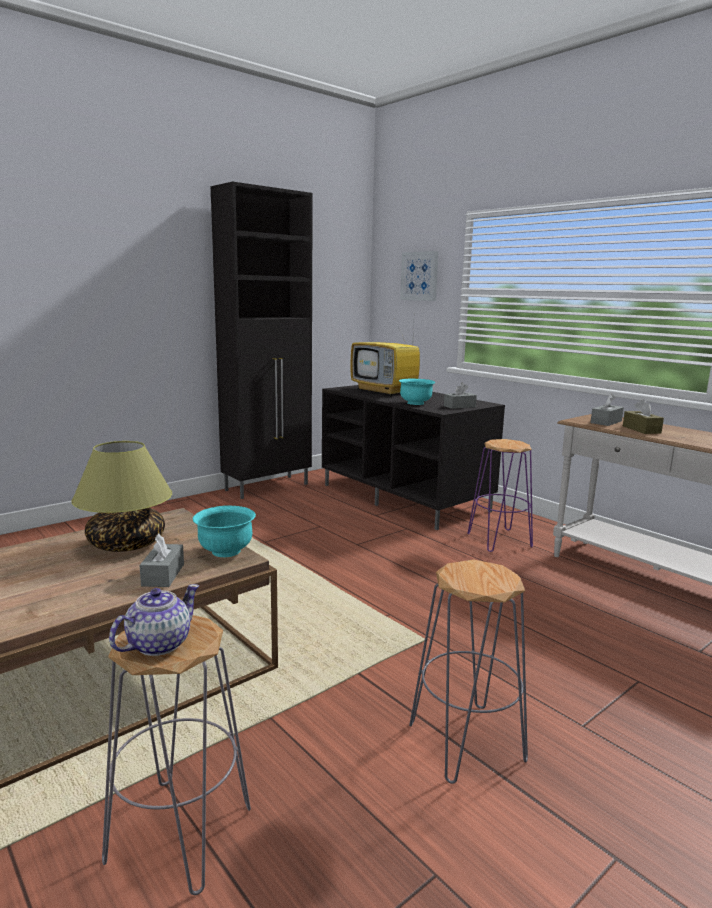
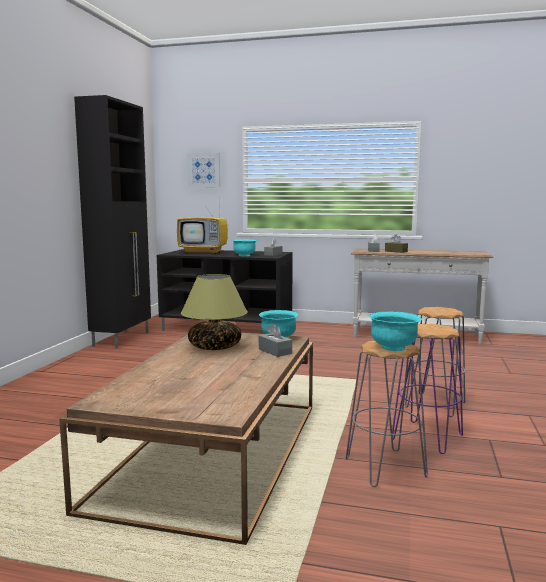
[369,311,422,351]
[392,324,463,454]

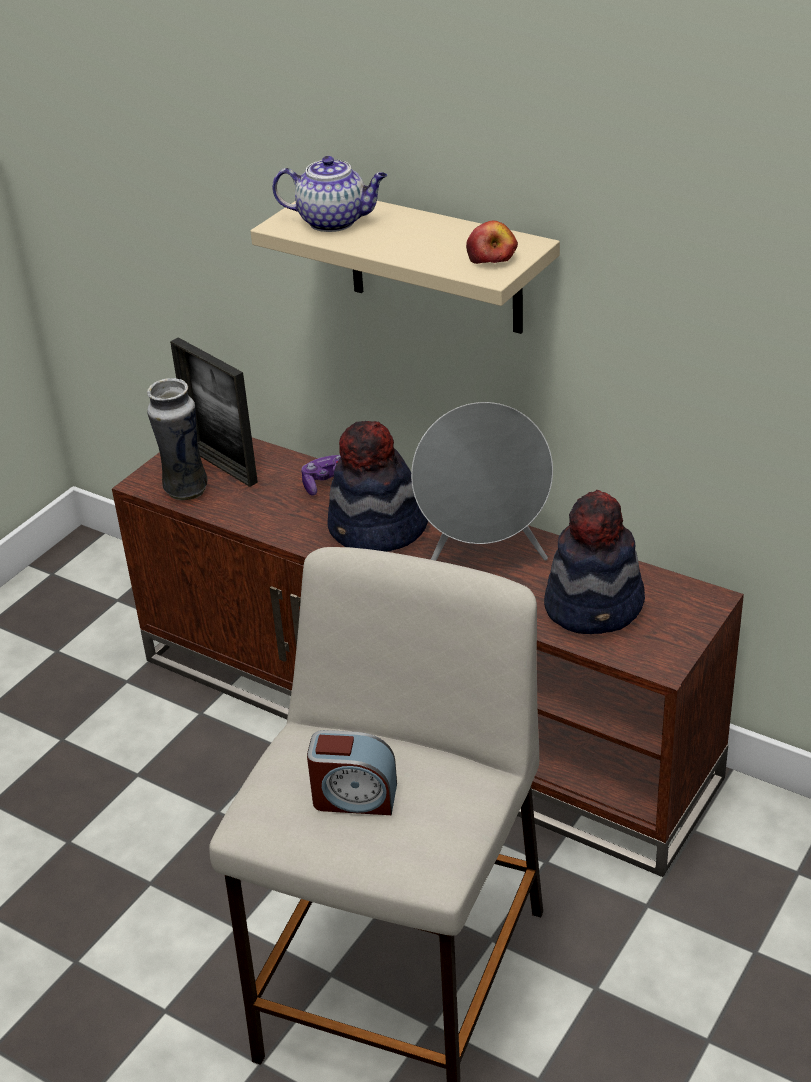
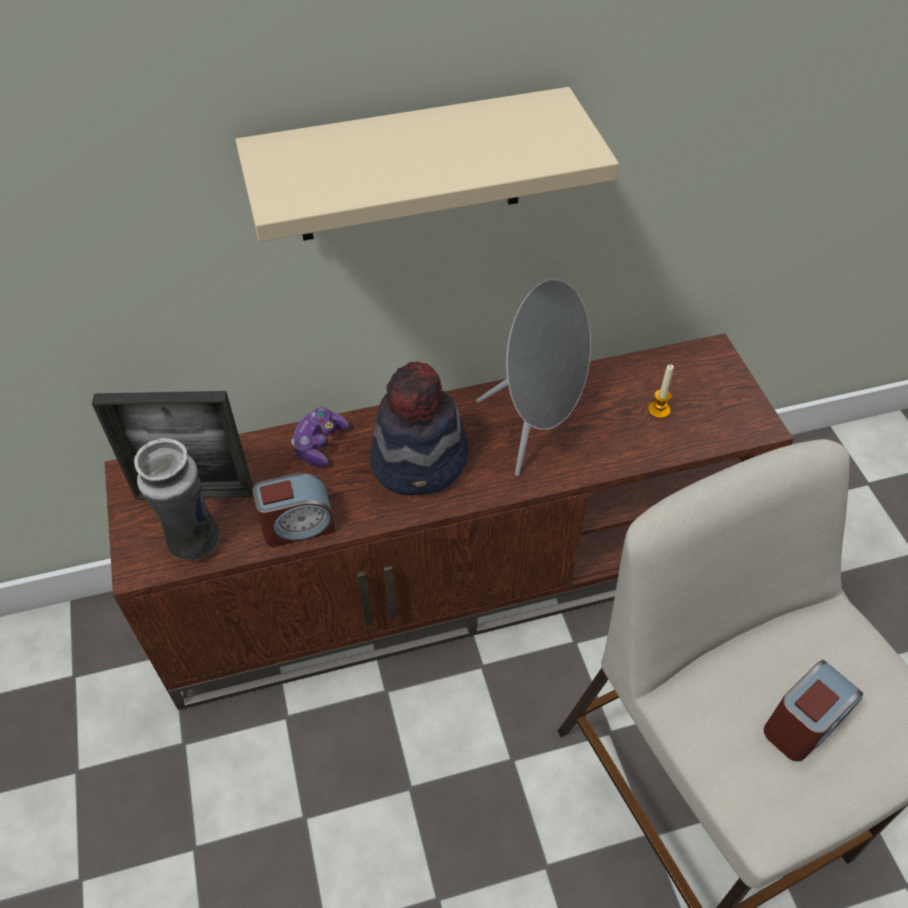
[252,473,336,547]
[648,364,674,419]
[272,156,387,232] (first image)
[466,221,518,264] (first image)

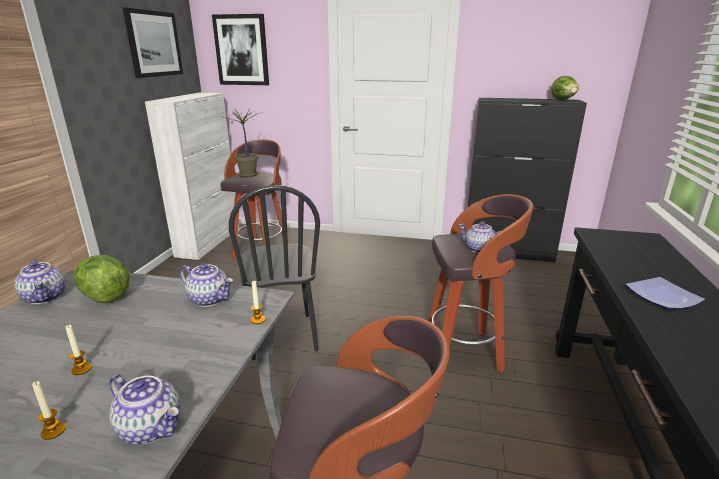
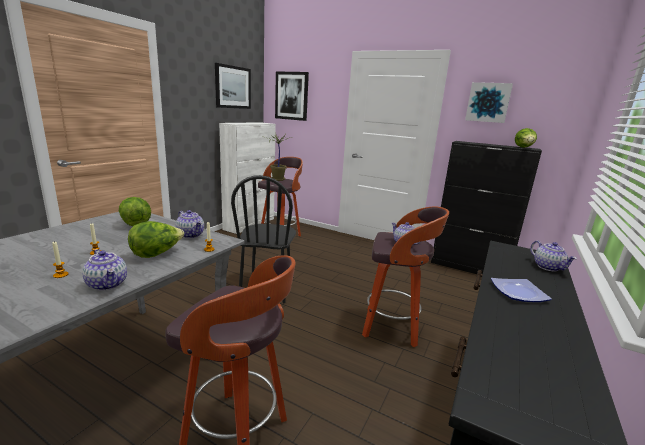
[128,221,184,258]
[465,82,513,123]
[530,240,577,271]

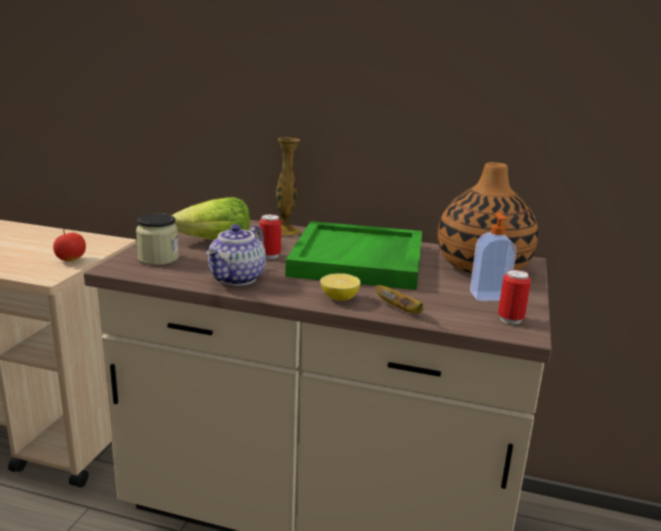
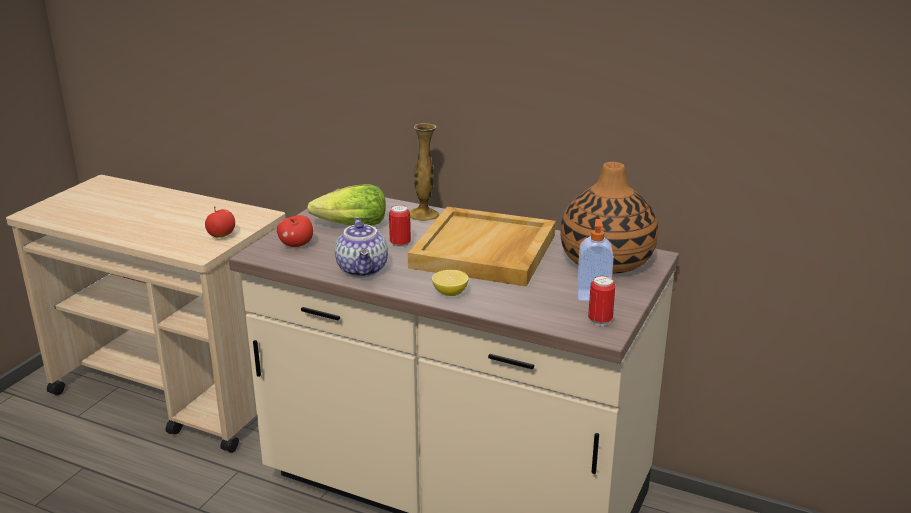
[277,215,313,247]
[335,217,388,277]
[408,207,556,287]
[374,285,424,314] (first image)

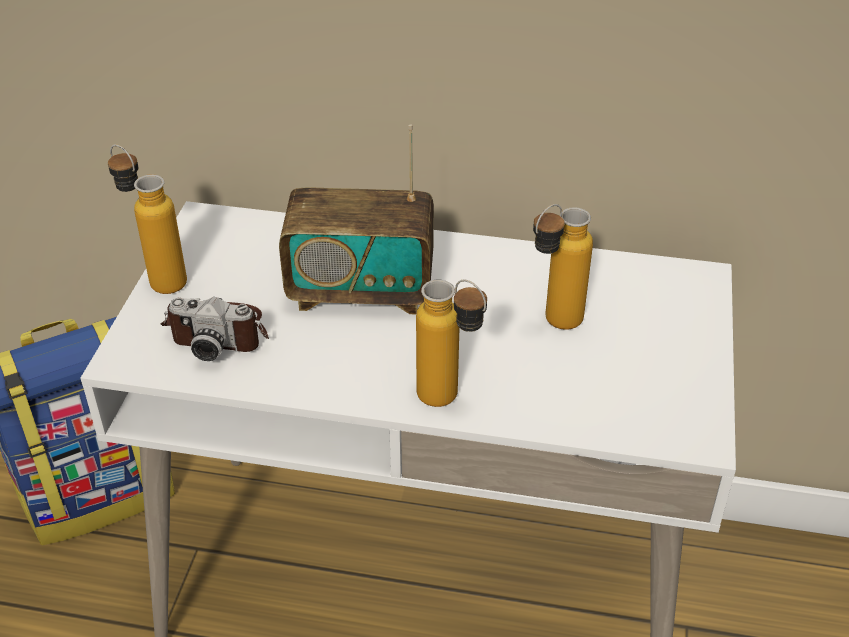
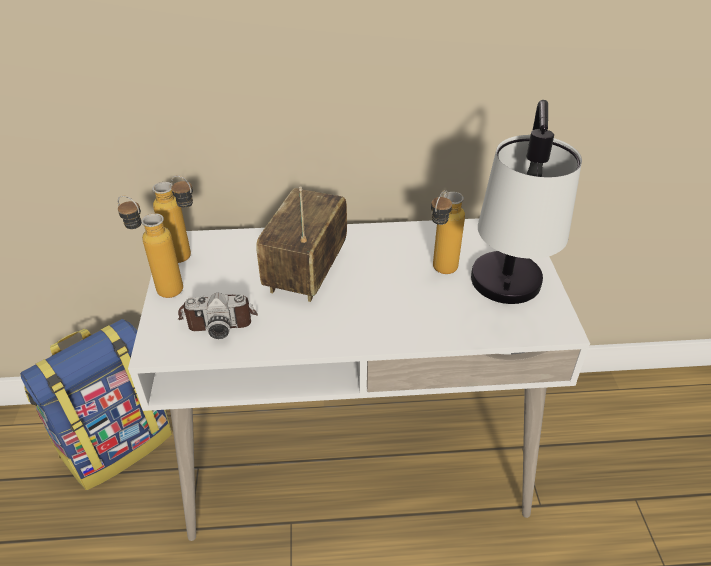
[152,175,193,263]
[256,187,347,302]
[471,100,582,304]

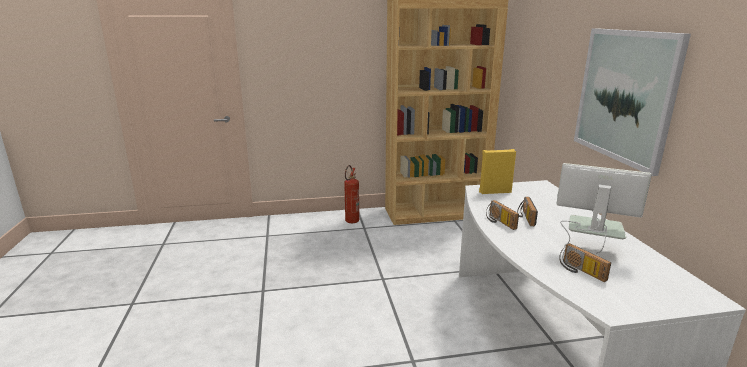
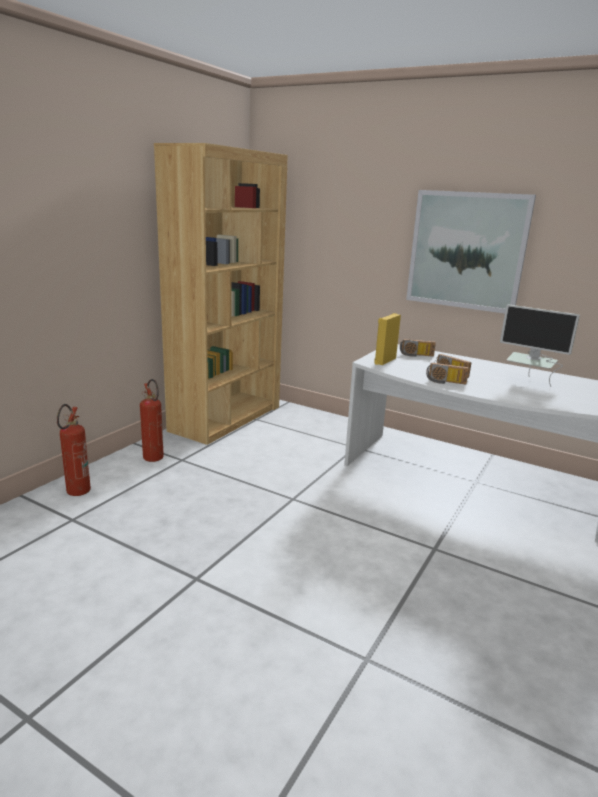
[57,404,91,496]
[400,339,436,357]
[500,304,580,387]

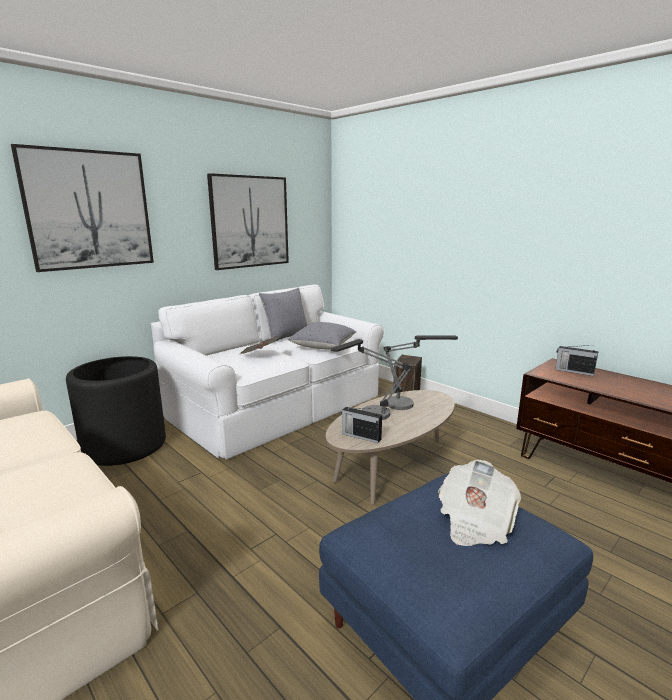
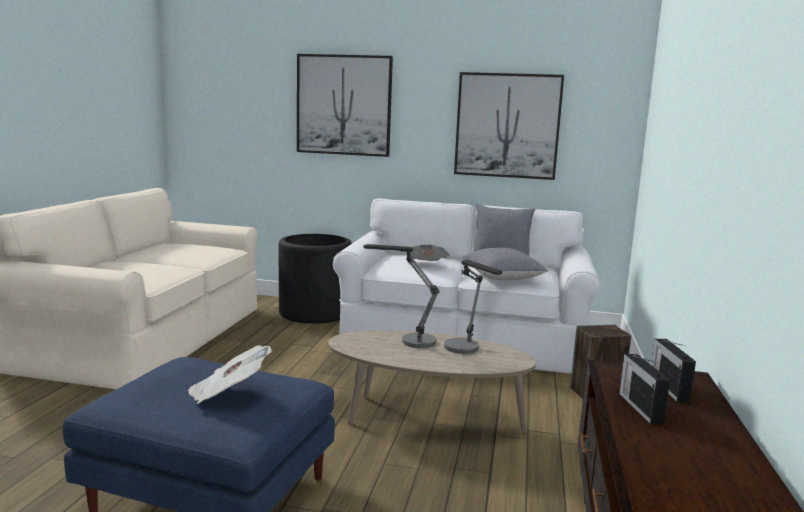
[619,354,670,424]

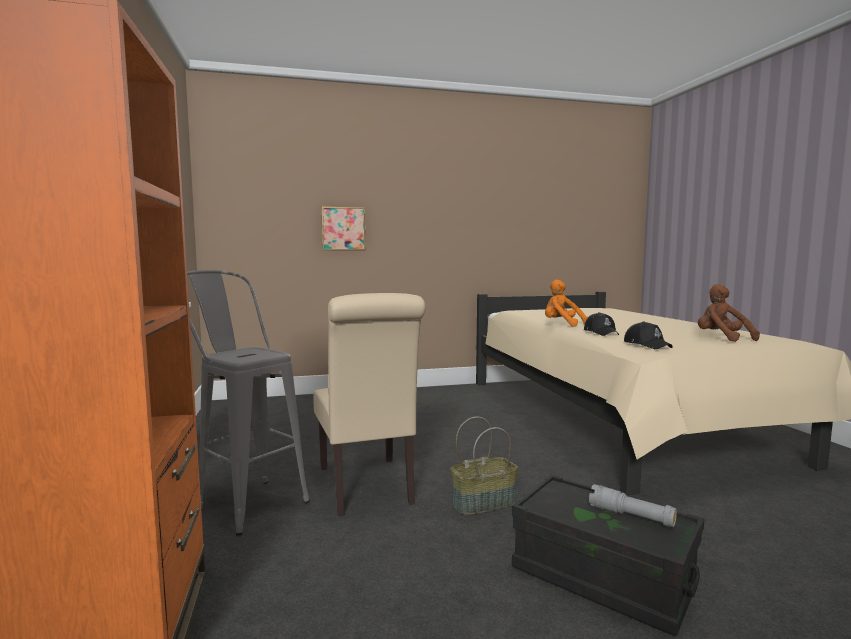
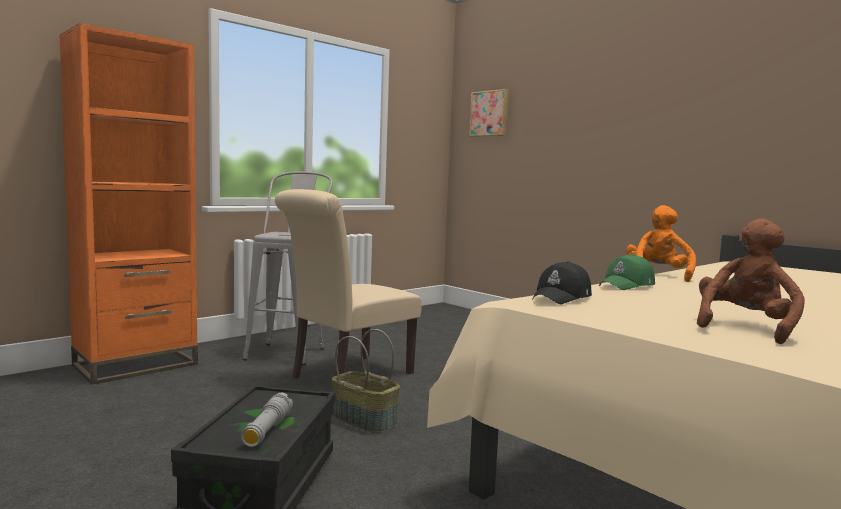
[469,89,509,137]
[599,254,655,290]

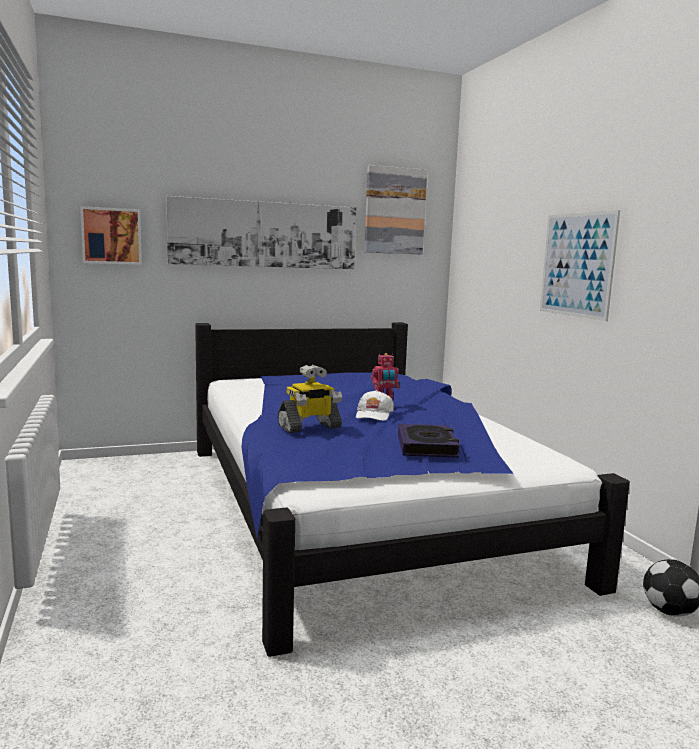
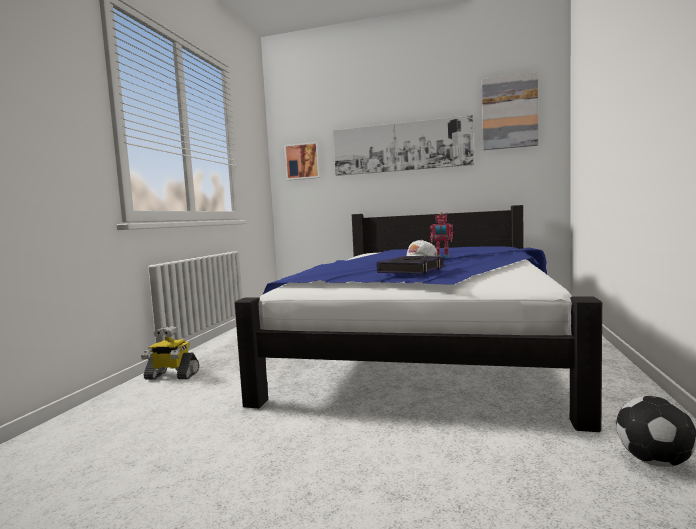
[141,326,199,379]
[540,210,620,321] (first image)

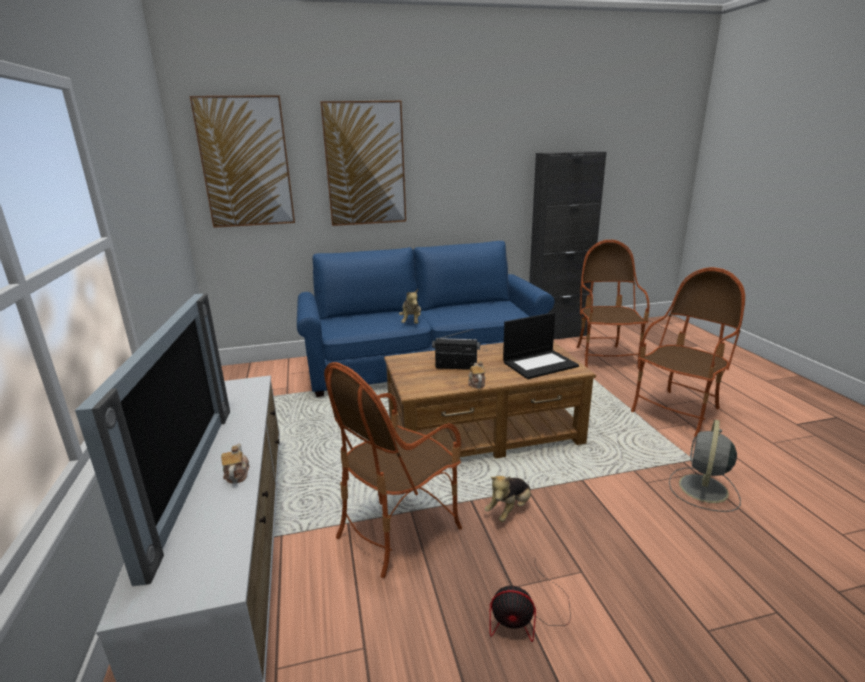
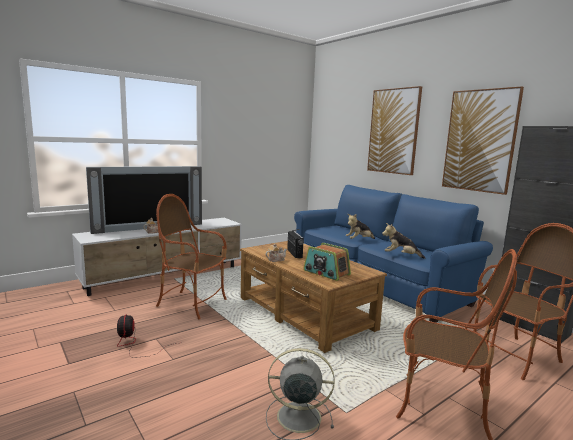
[303,243,351,281]
[382,223,426,259]
[442,86,524,195]

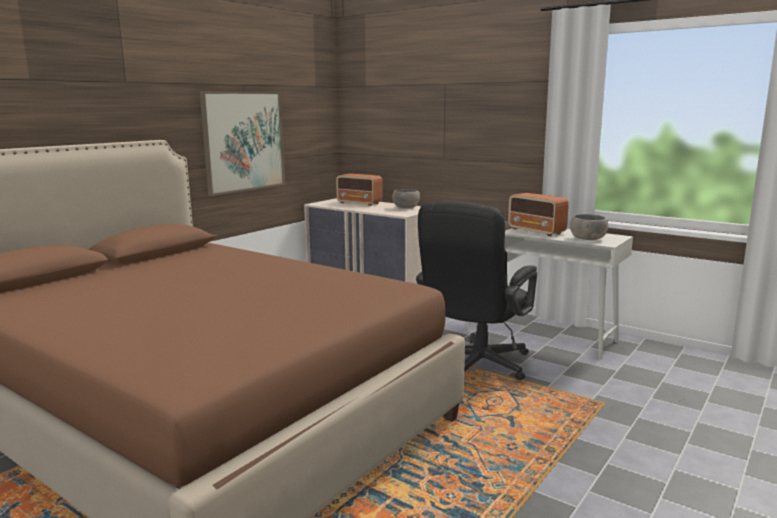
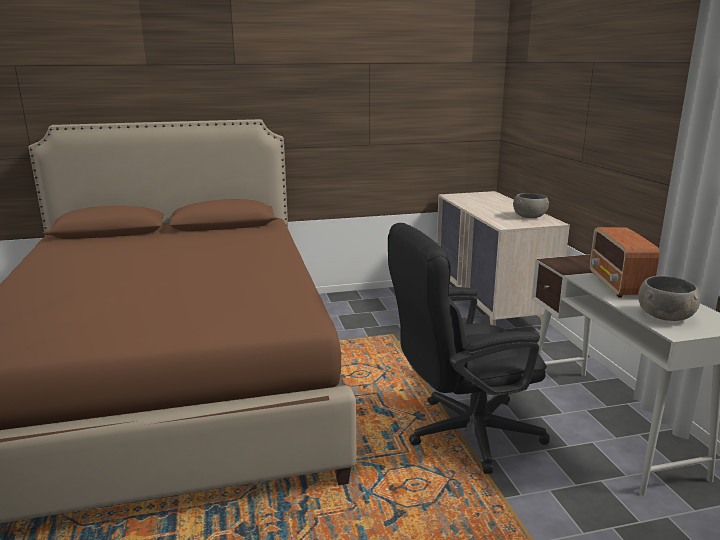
[200,91,285,196] (first image)
[336,174,383,206] (first image)

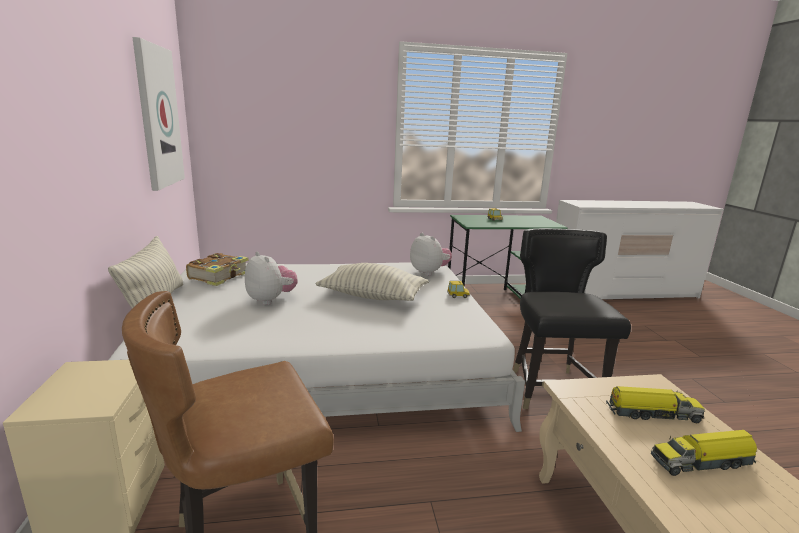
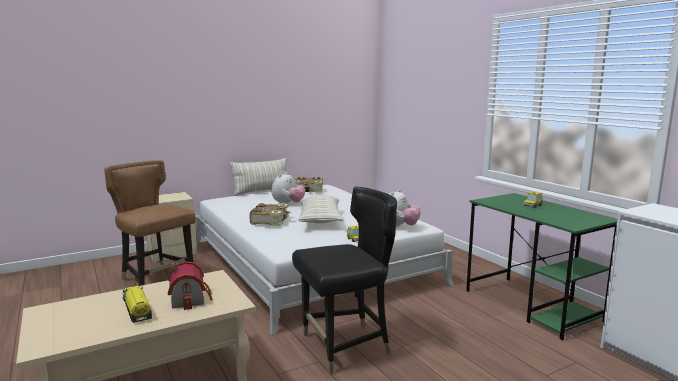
[168,261,213,310]
[250,203,291,226]
[132,37,185,191] (first image)

